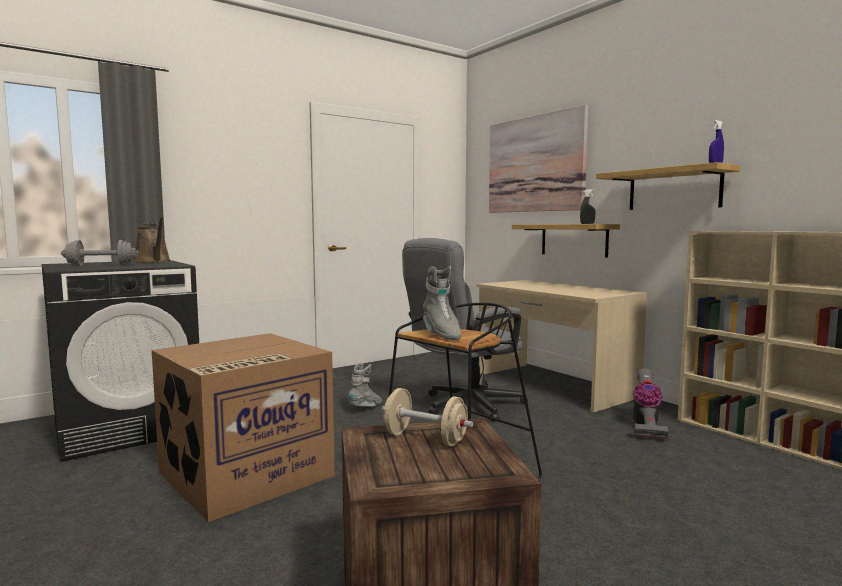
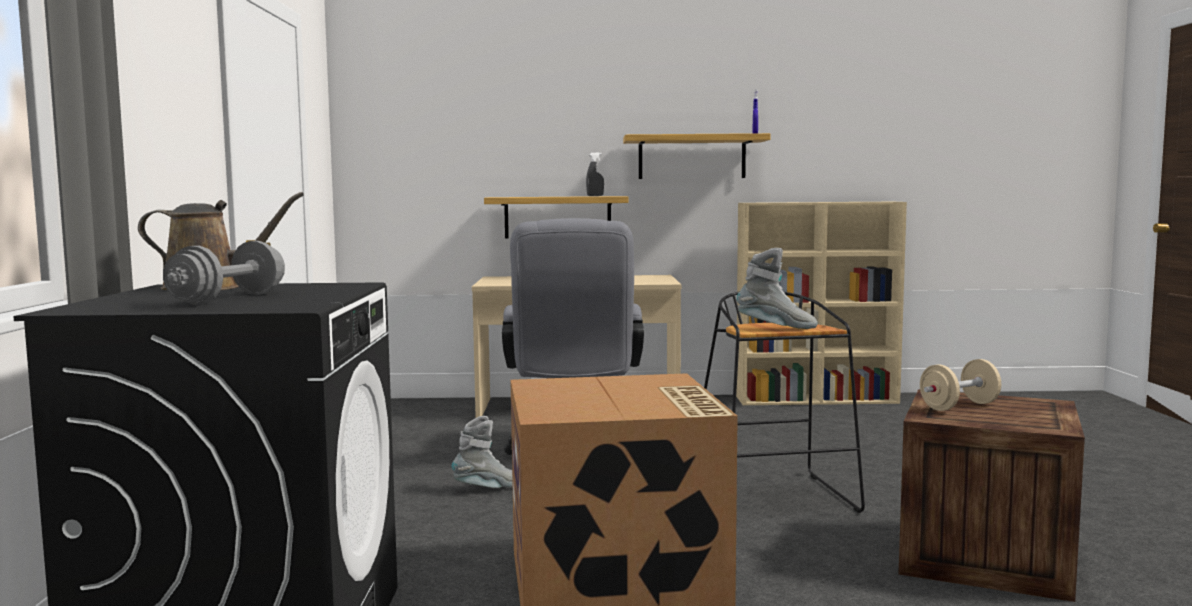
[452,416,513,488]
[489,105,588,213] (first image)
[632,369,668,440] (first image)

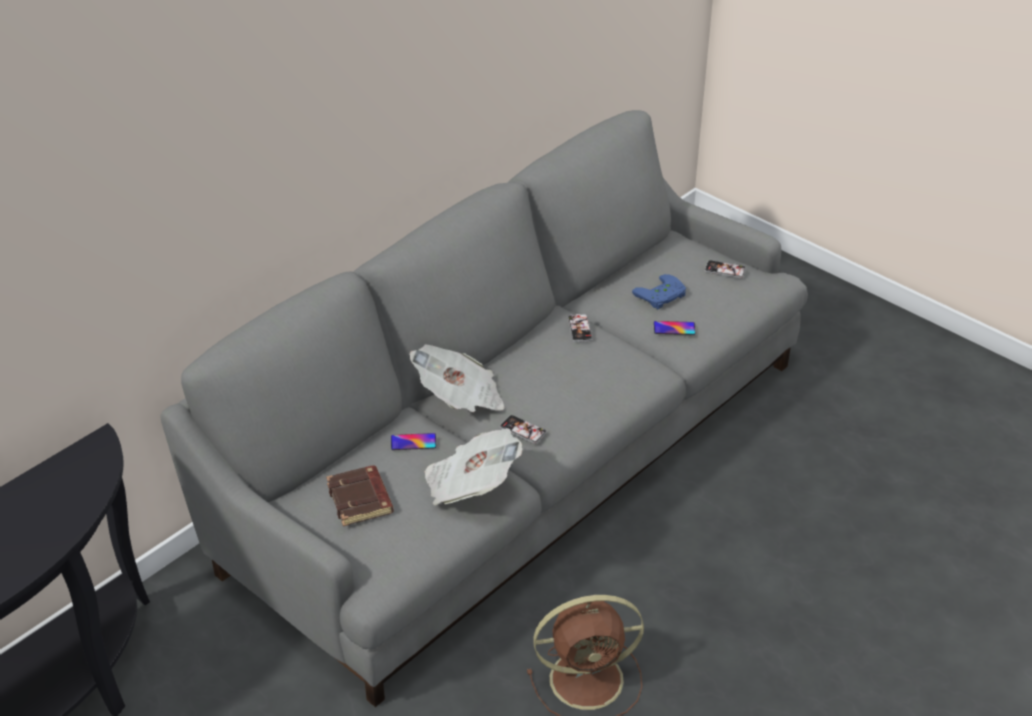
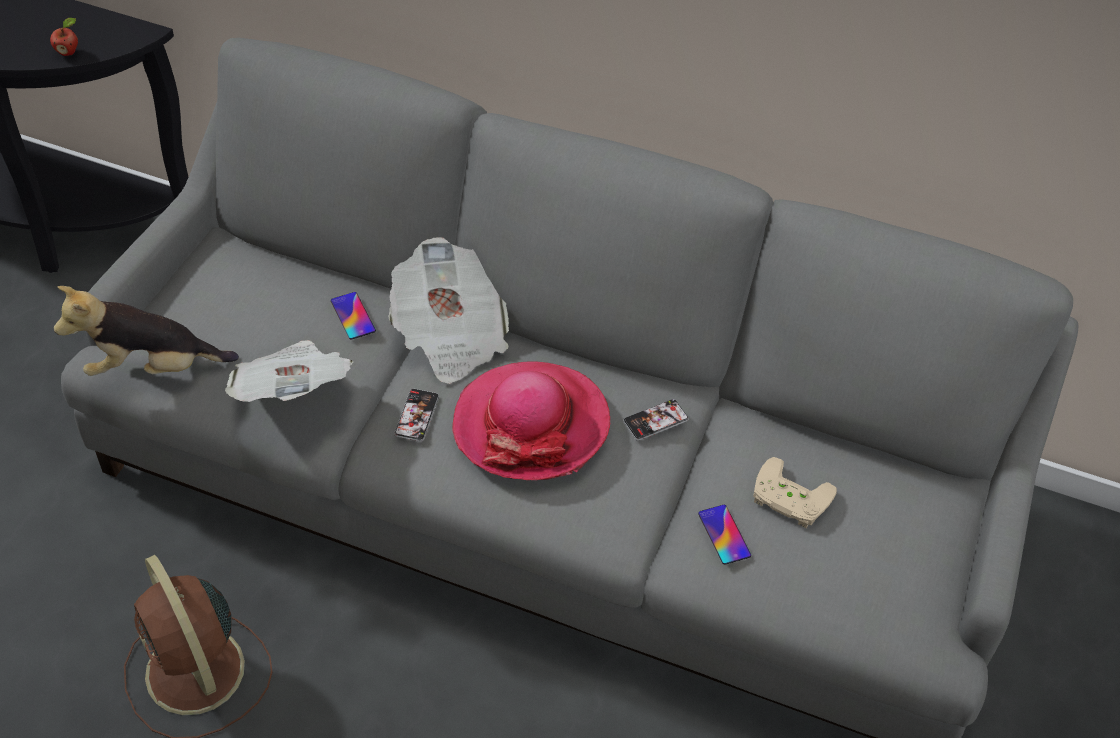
[50,18,78,56]
[54,286,239,376]
[452,361,610,480]
[753,457,837,528]
[326,465,394,526] (first image)
[705,260,746,278] (first image)

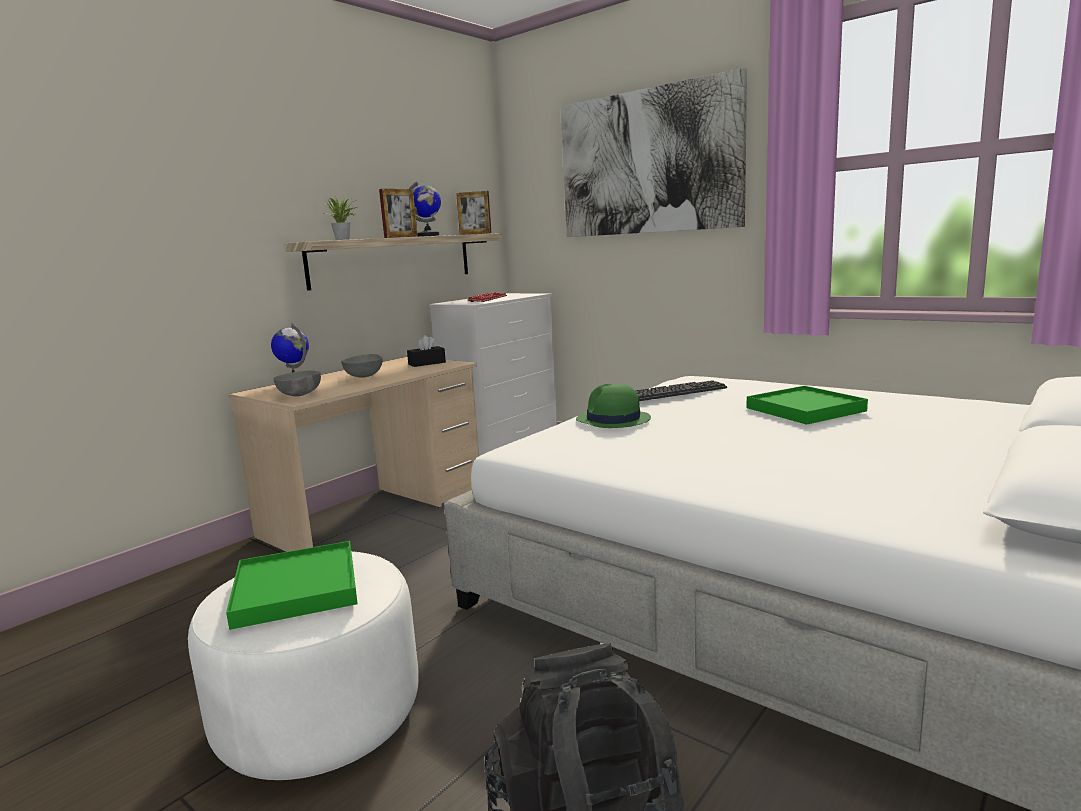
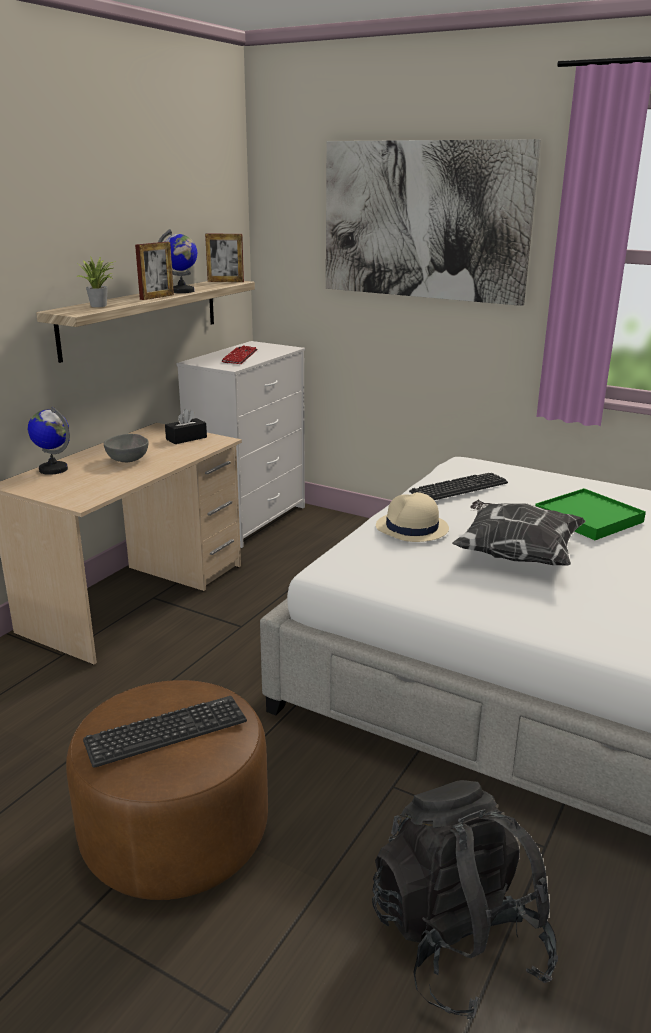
[66,680,268,900]
[83,696,247,768]
[376,492,449,542]
[452,500,586,565]
[274,371,321,396] (first image)

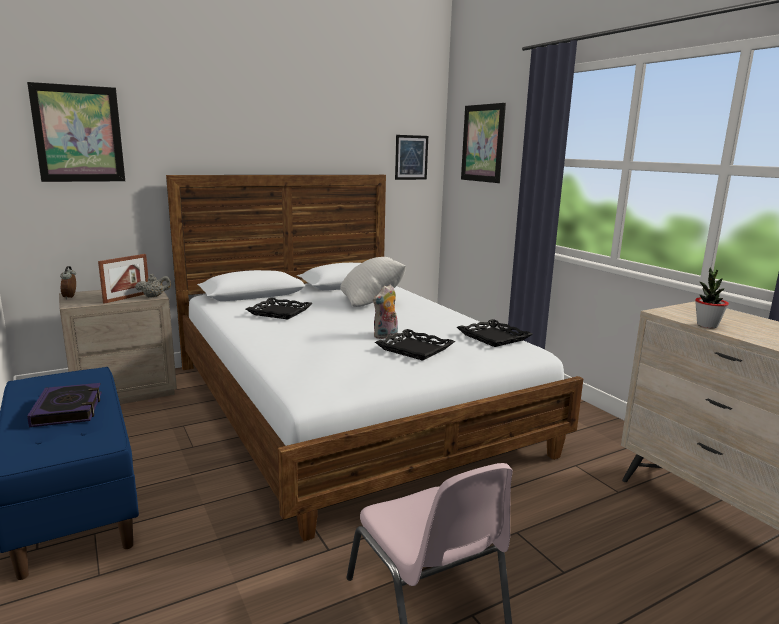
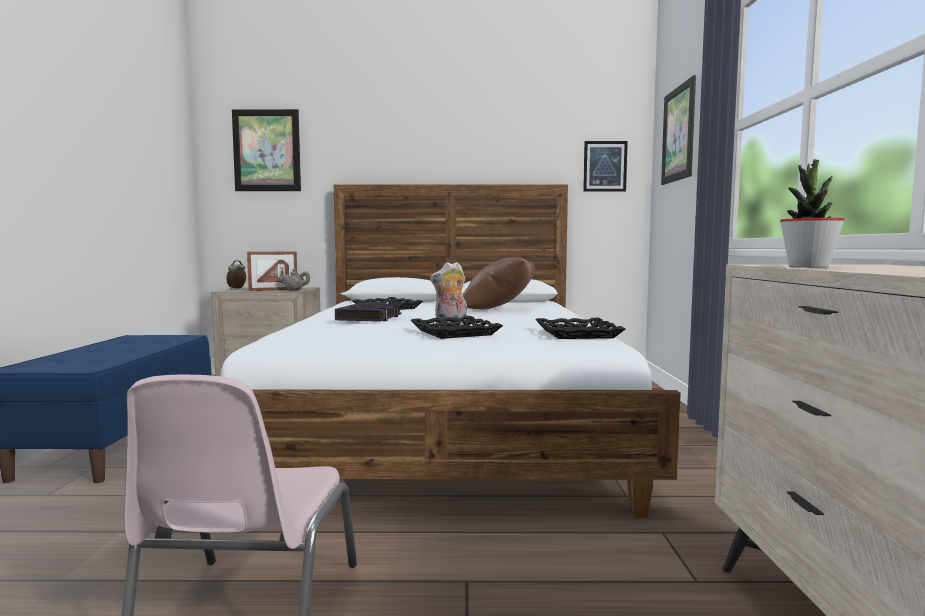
[335,303,402,322]
[462,257,535,310]

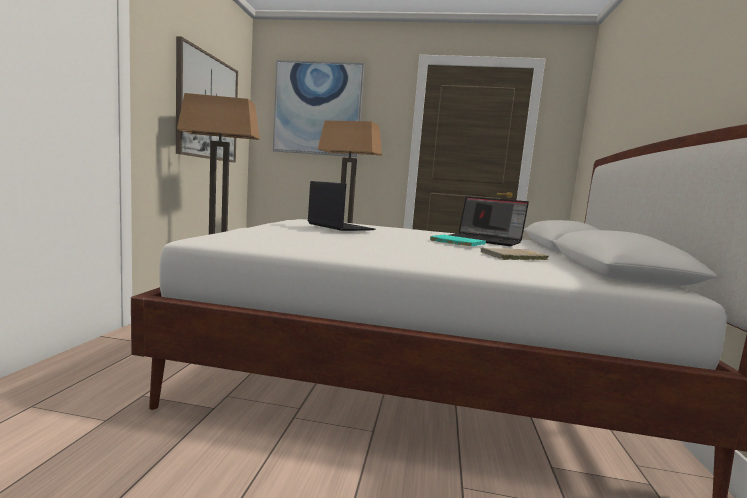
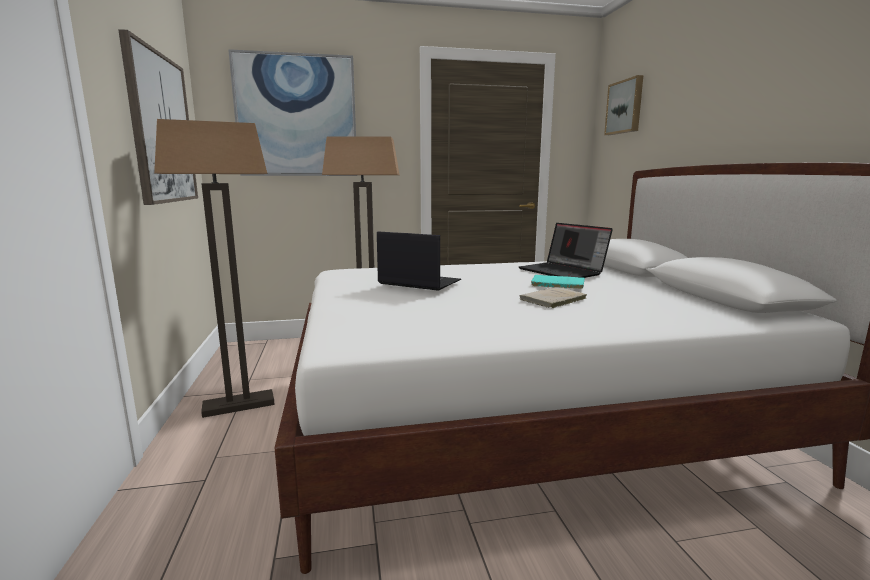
[519,223,613,278]
[519,287,587,309]
[604,75,643,135]

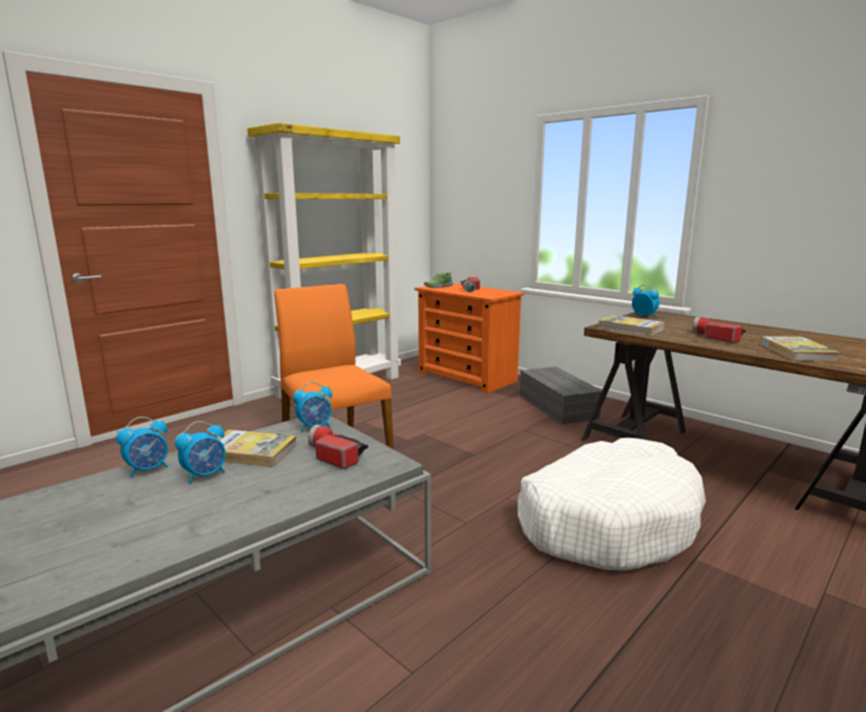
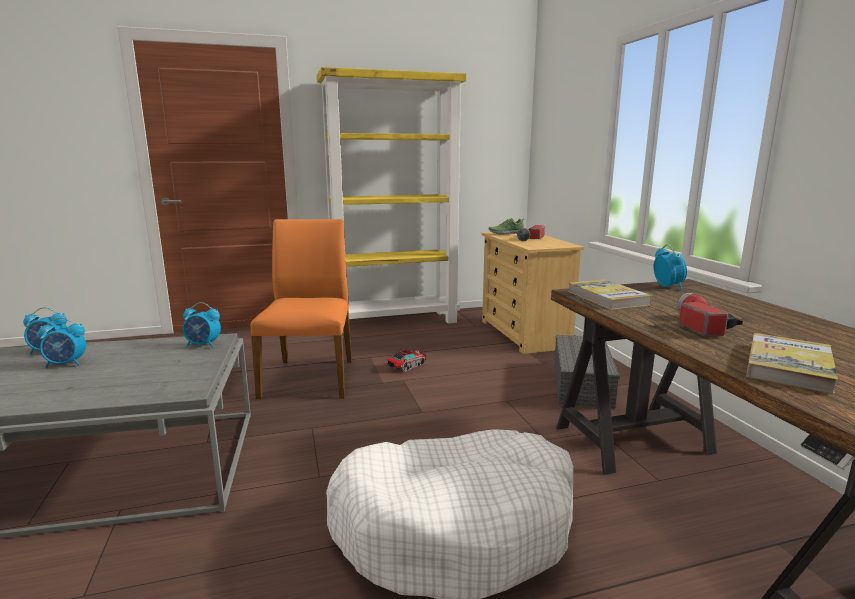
[387,349,427,371]
[482,232,584,354]
[217,430,297,467] (first image)
[308,425,368,469] (first image)

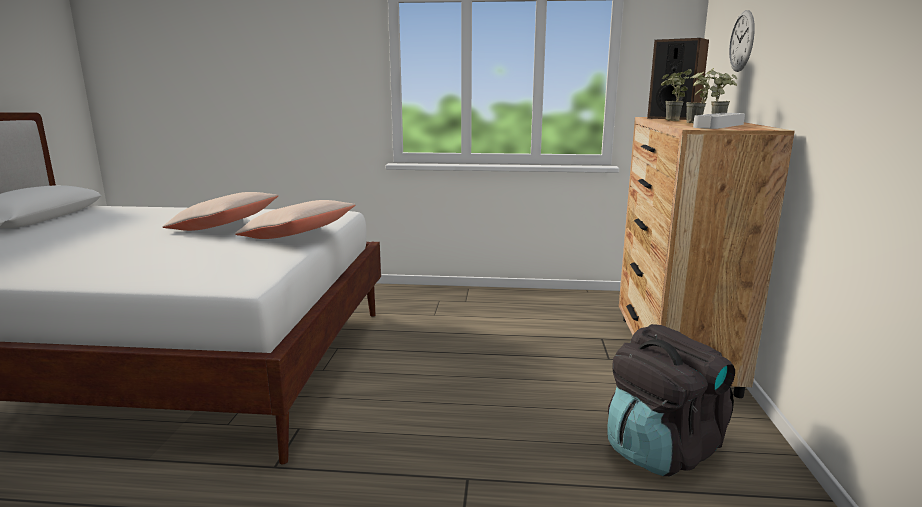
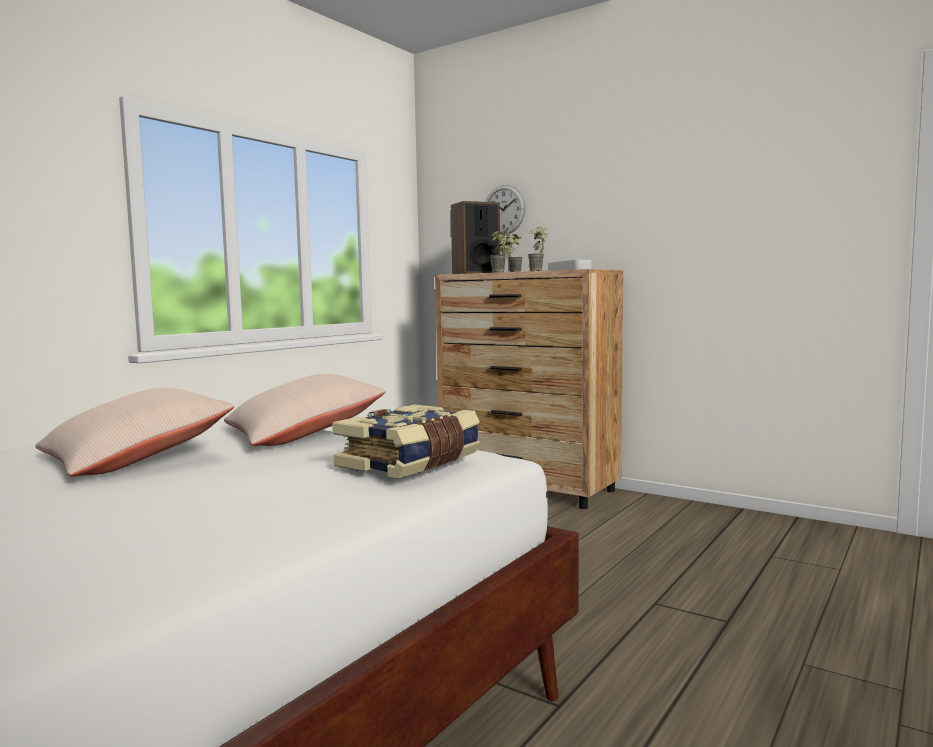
[332,404,480,478]
[607,324,735,476] (first image)

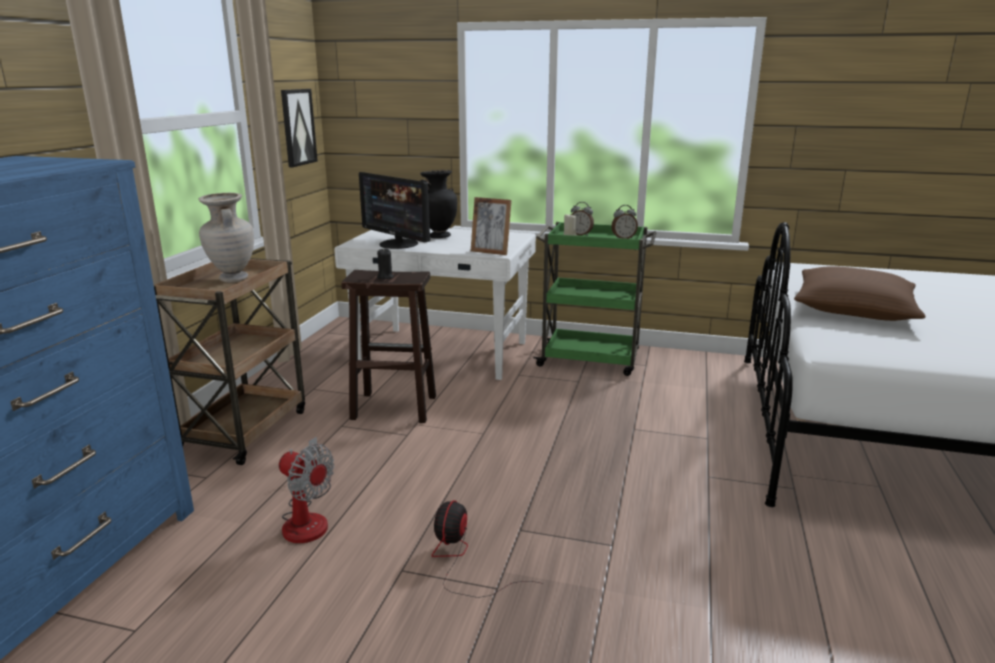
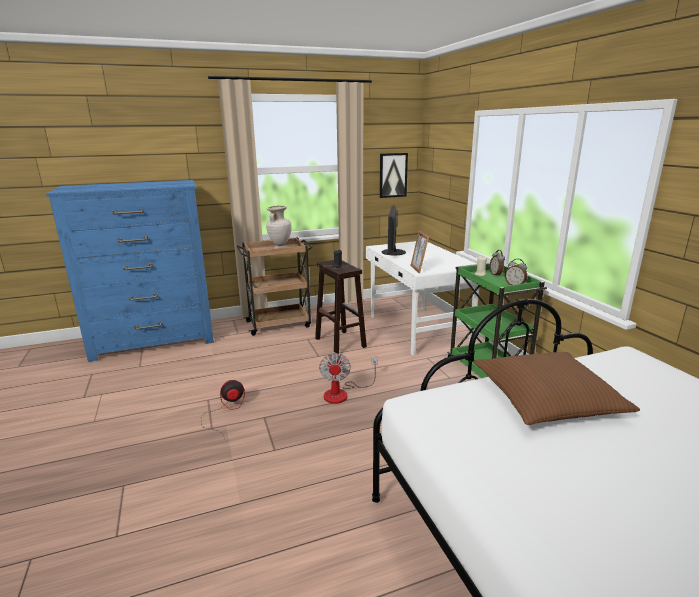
[319,352,378,404]
[420,170,457,238] (first image)

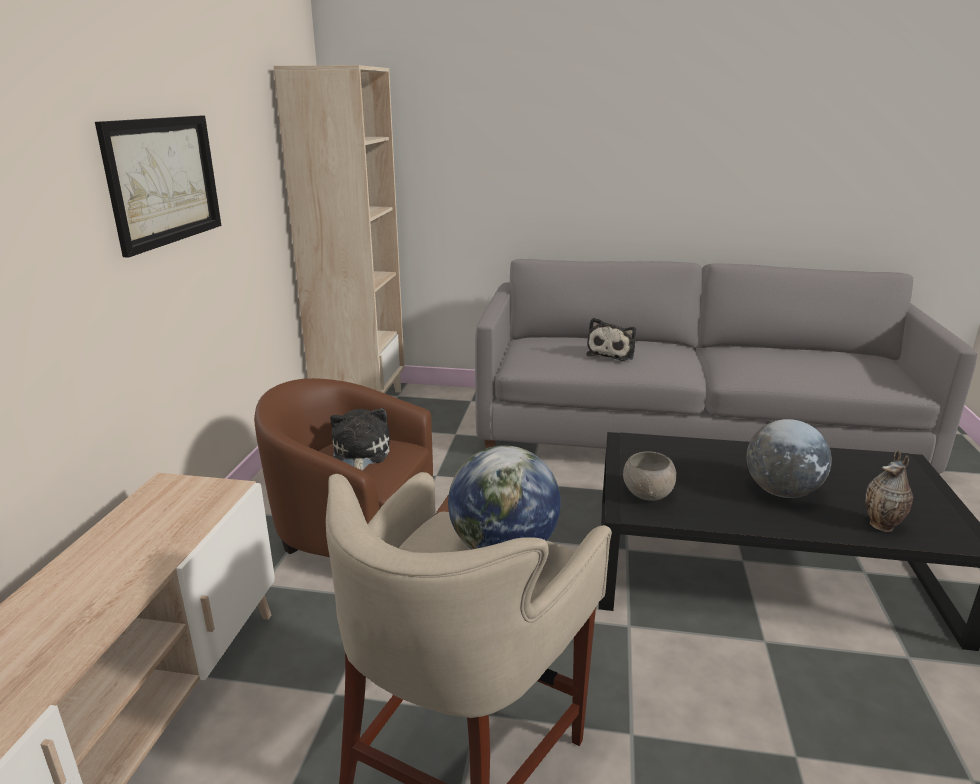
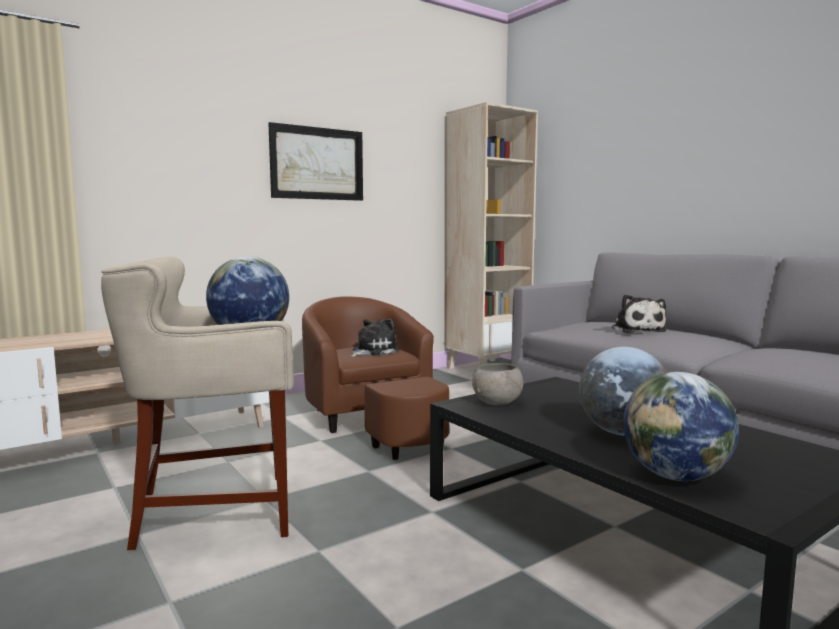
[612,295,667,333]
[623,372,739,481]

